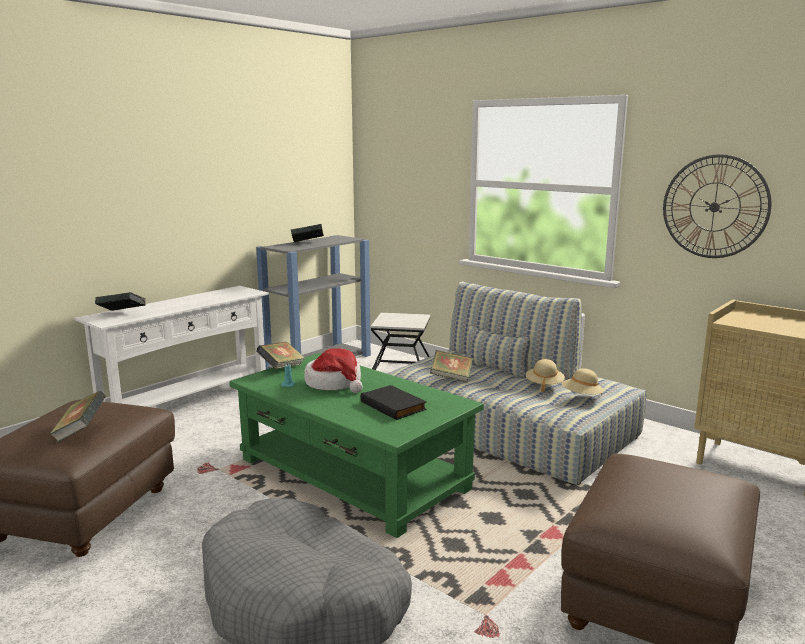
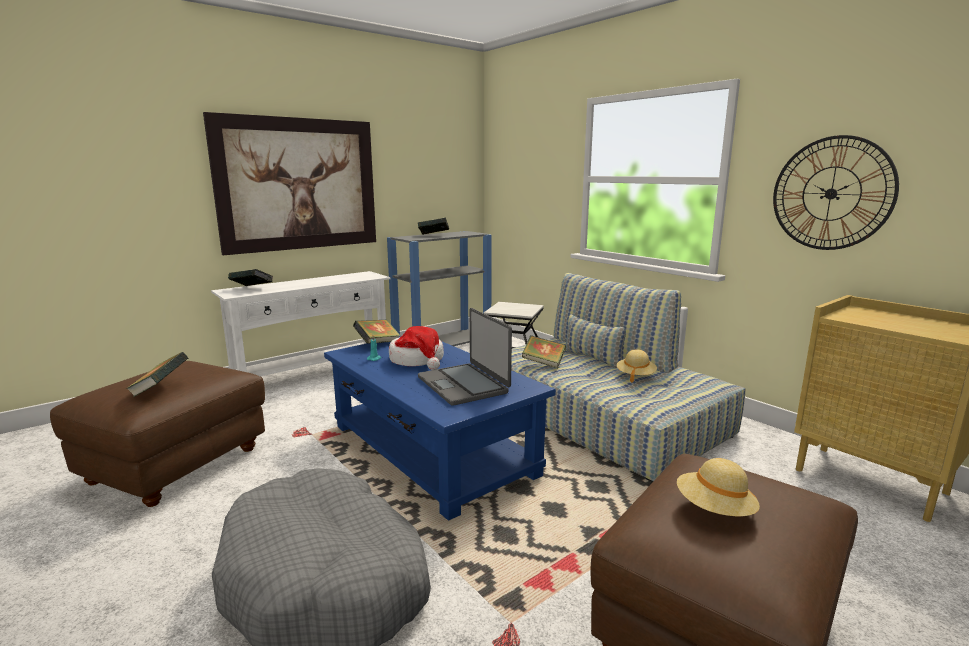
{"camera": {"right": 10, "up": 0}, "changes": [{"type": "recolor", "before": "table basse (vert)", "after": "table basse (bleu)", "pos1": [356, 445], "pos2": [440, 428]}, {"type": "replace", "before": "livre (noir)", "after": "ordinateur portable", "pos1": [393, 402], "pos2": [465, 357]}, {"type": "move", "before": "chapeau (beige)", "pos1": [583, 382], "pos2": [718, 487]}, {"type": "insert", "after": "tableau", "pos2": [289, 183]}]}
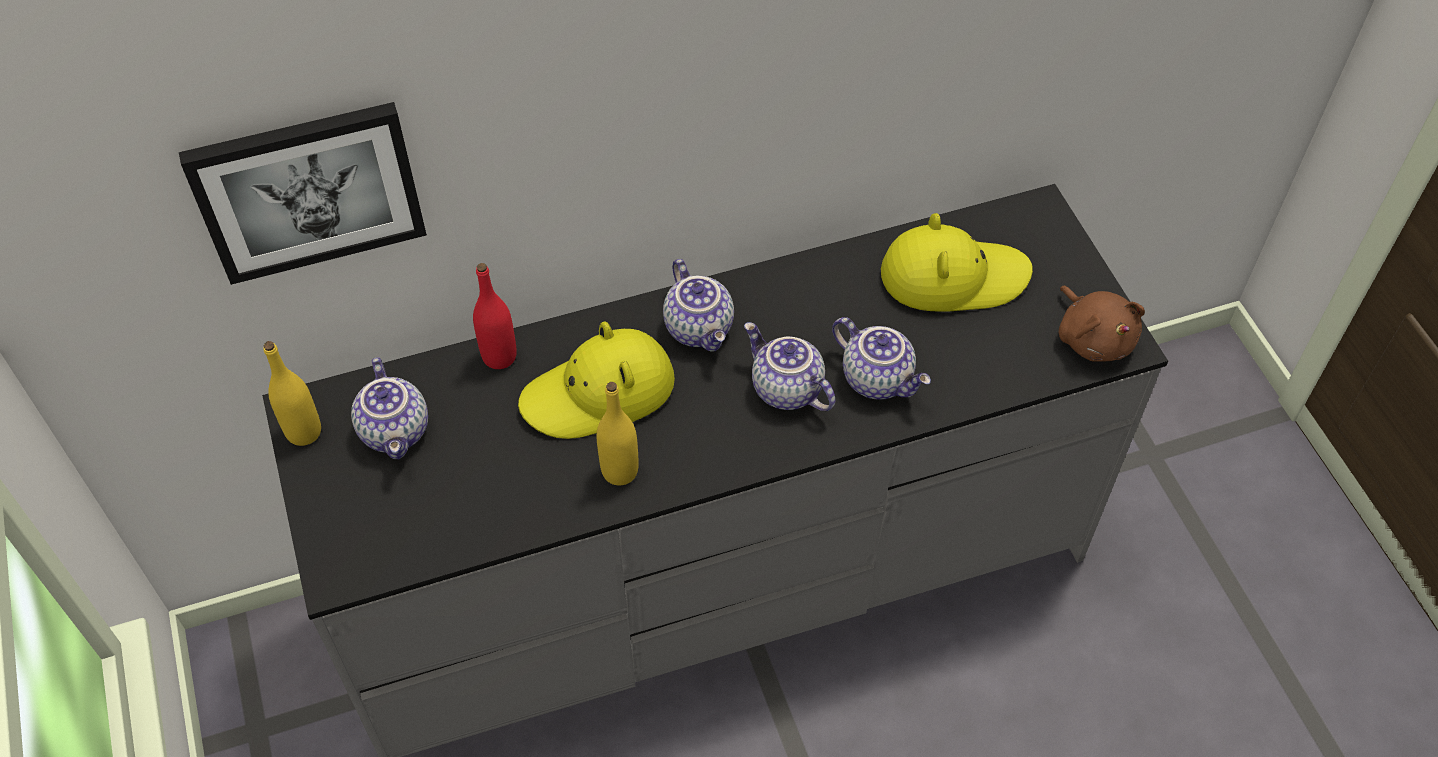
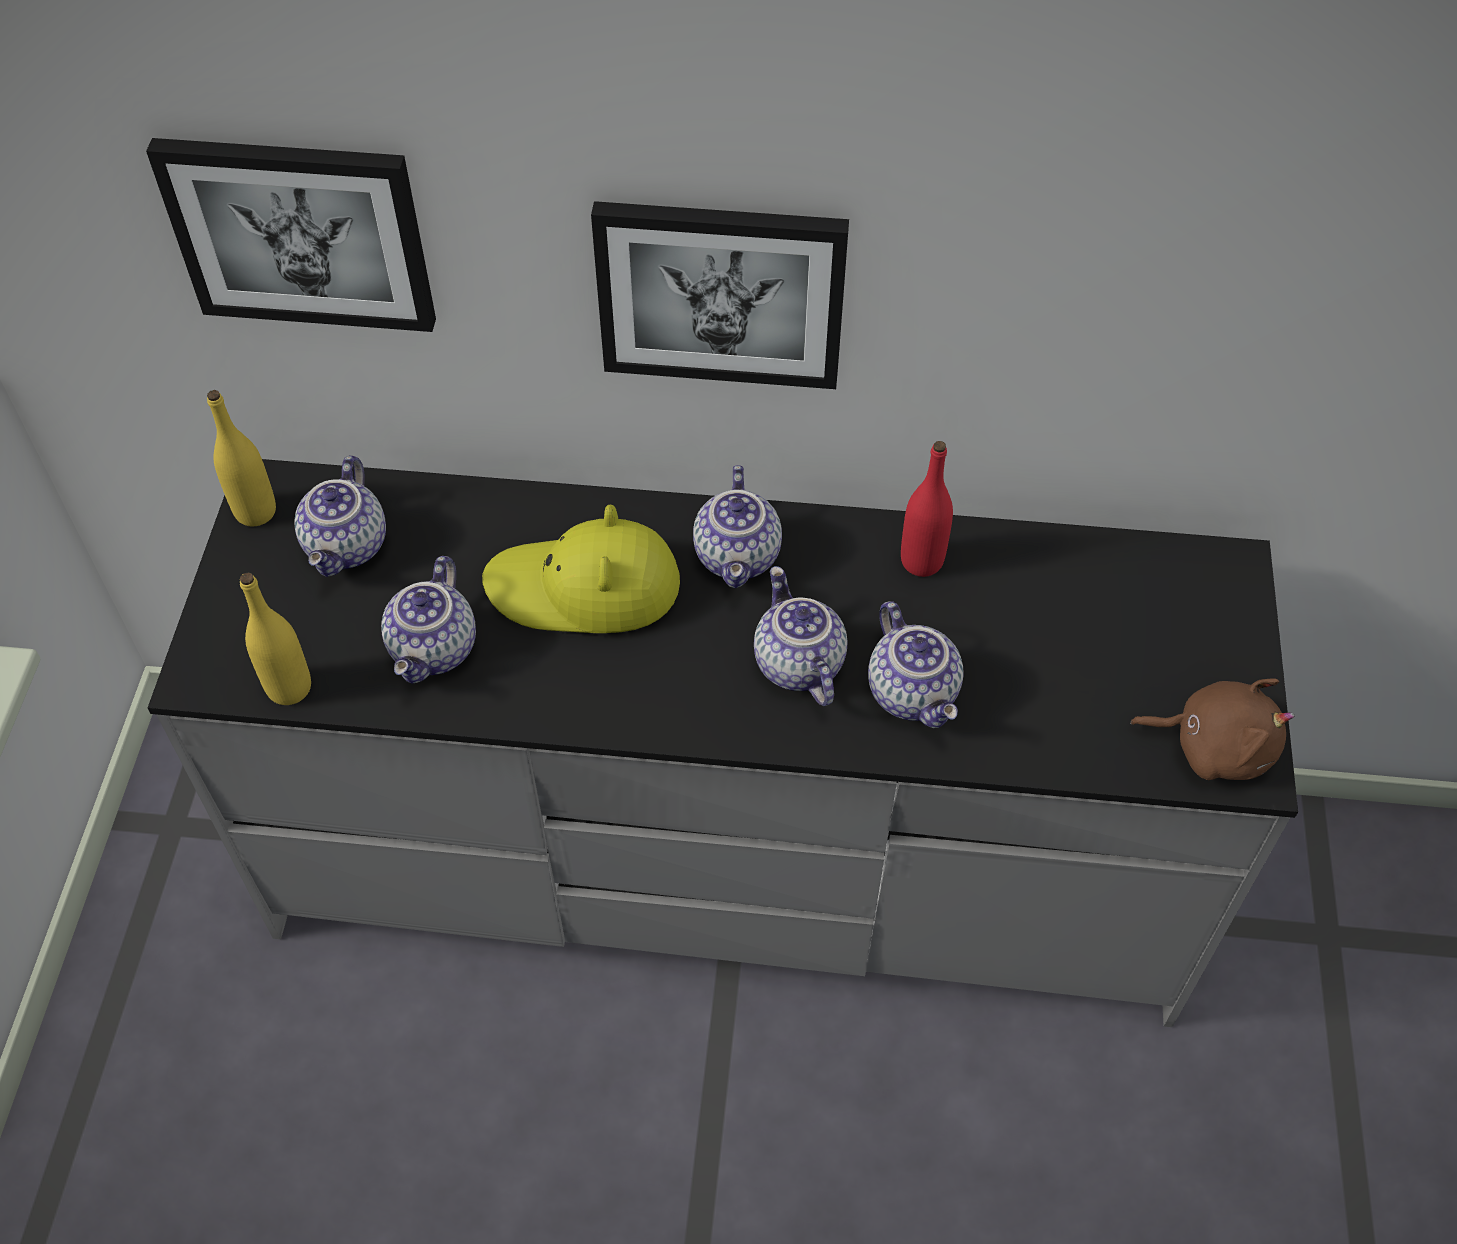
{"camera": {"right": 25, "up": 0}, "changes": [{"type": "move", "before": "bouteille (rouge)", "pos1": [495, 316], "pos2": [927, 509]}, {"type": "move", "before": "bouteille (jaune)", "pos1": [618, 434], "pos2": [275, 639]}, {"type": "delete", "before": "chapeau (jaune)", "pos1": [957, 262]}, {"type": "rotate", "before": "peluche (marron)", "pos1": [1102, 323], "pos2": [1212, 729], "turn": -75}, {"type": "insert", "after": "théière", "pos2": [428, 620]}, {"type": "insert", "after": "tableau", "pos2": [720, 295]}]}
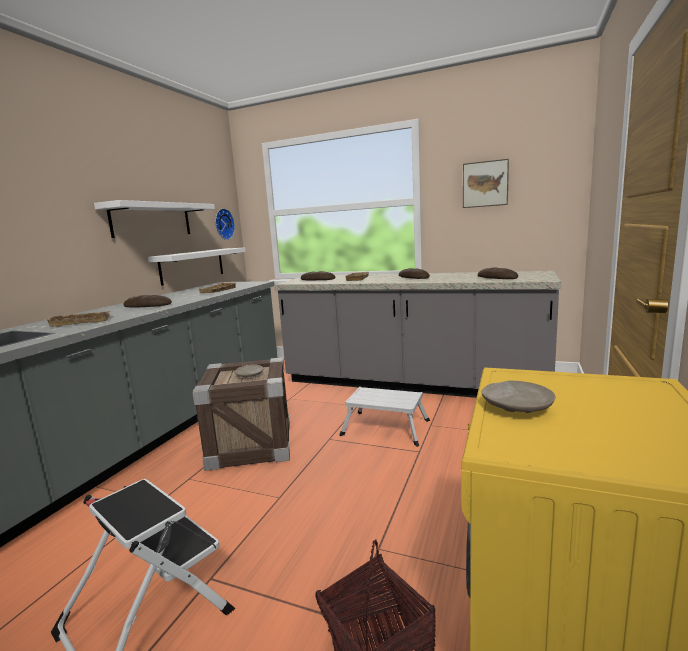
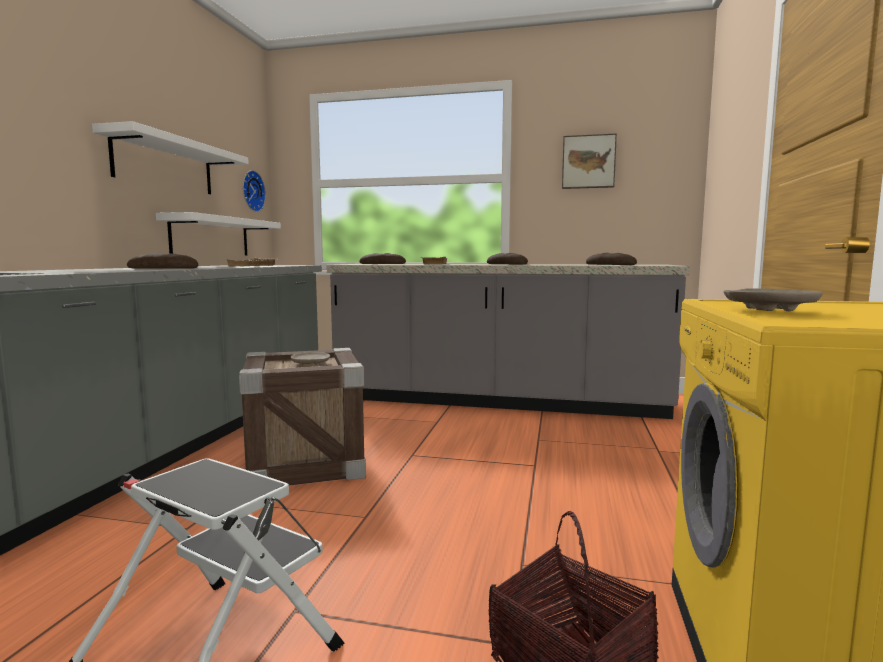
{"camera": {"right": -10, "up": -5}, "changes": [{"type": "delete", "before": "plateau (beige)", "pos1": [77, 319]}, {"type": "delete", "before": "escabeau (blanc)", "pos1": [384, 417]}]}
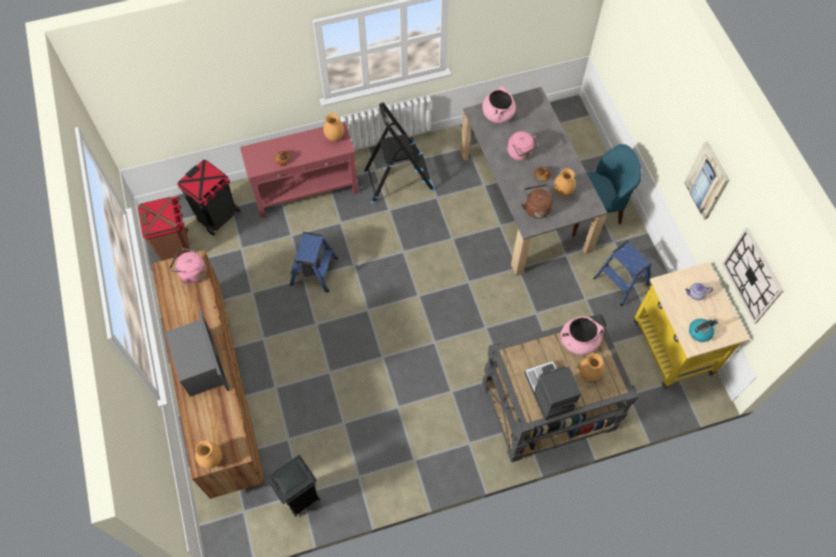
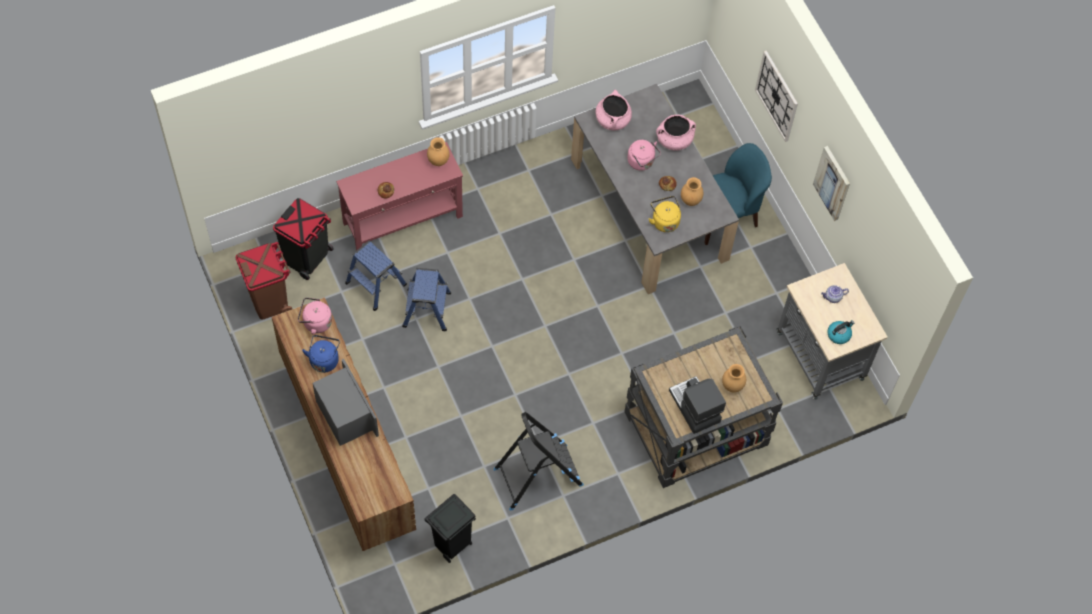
{"camera": {"right": -10, "up": 0}, "changes": [{"type": "delete", "before": "vase (marron)", "pos1": [208, 455]}, {"type": "move", "before": "escabeau (noir)", "pos1": [399, 152], "pos2": [538, 461]}, {"type": "recolor", "before": "bouilloire (marron)", "after": "bouilloire (jaune)", "pos1": [537, 201], "pos2": [665, 214]}, {"type": "move", "before": "marmite (rose)", "pos1": [582, 335], "pos2": [676, 133]}, {"type": "move", "before": "escabeau (bleu)", "pos1": [622, 273], "pos2": [376, 275]}, {"type": "recolor", "before": "chariot (jaune)", "after": "chariot (gris)", "pos1": [690, 326], "pos2": [832, 331]}, {"type": "move", "before": "horloge murale", "pos1": [753, 275], "pos2": [776, 96]}, {"type": "insert", "after": "bouilloire (bleu)", "pos2": [321, 354]}]}
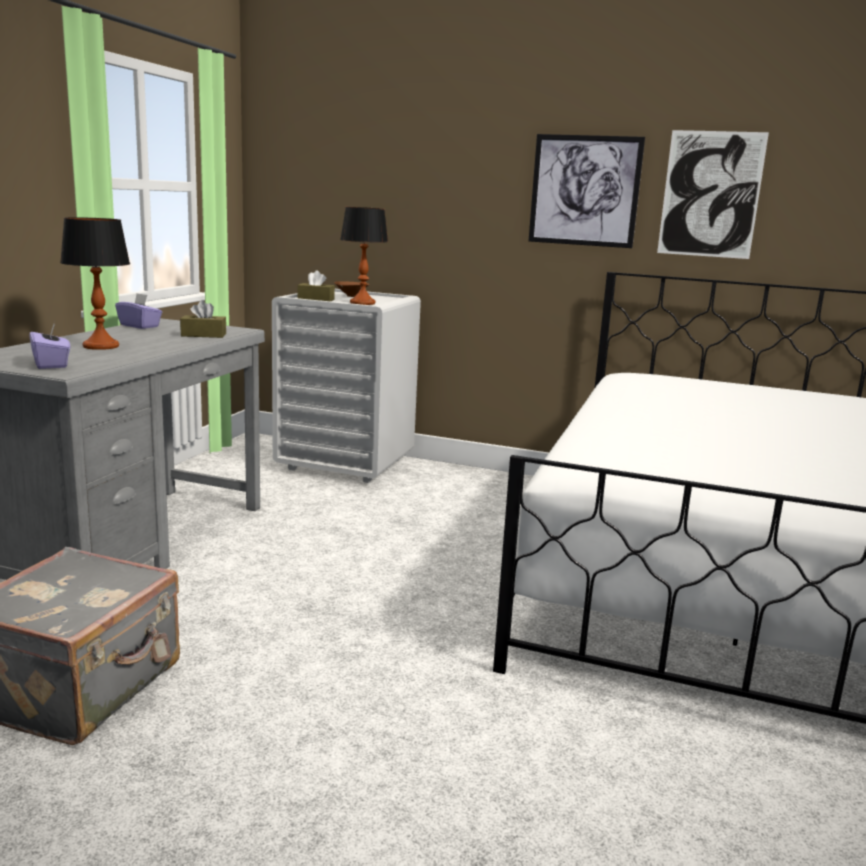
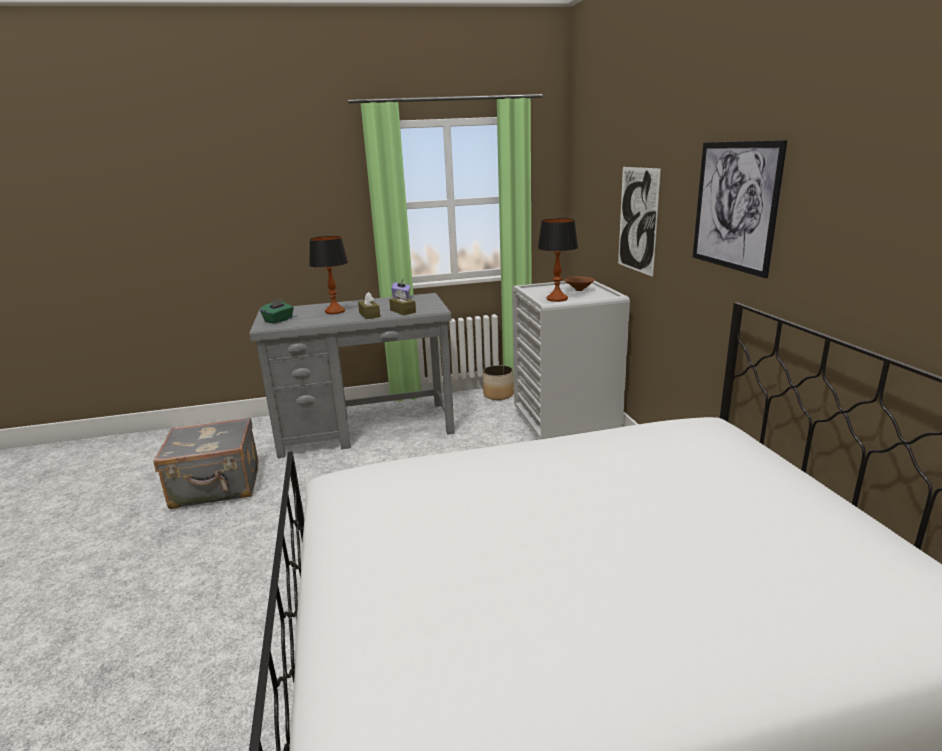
{"camera": {"right": 60, "up": 5}, "changes": [{"type": "recolor", "before": "boîte à mouchoirs (violet)", "after": "boîte à mouchoirs (vert)", "pos1": [49, 346], "pos2": [277, 311]}, {"type": "move", "before": "boîte à mouchoirs (marron)", "pos1": [316, 285], "pos2": [369, 305]}, {"type": "move", "before": "tableau", "pos1": [713, 194], "pos2": [639, 222]}, {"type": "insert", "after": "cache-pot", "pos2": [498, 382]}]}
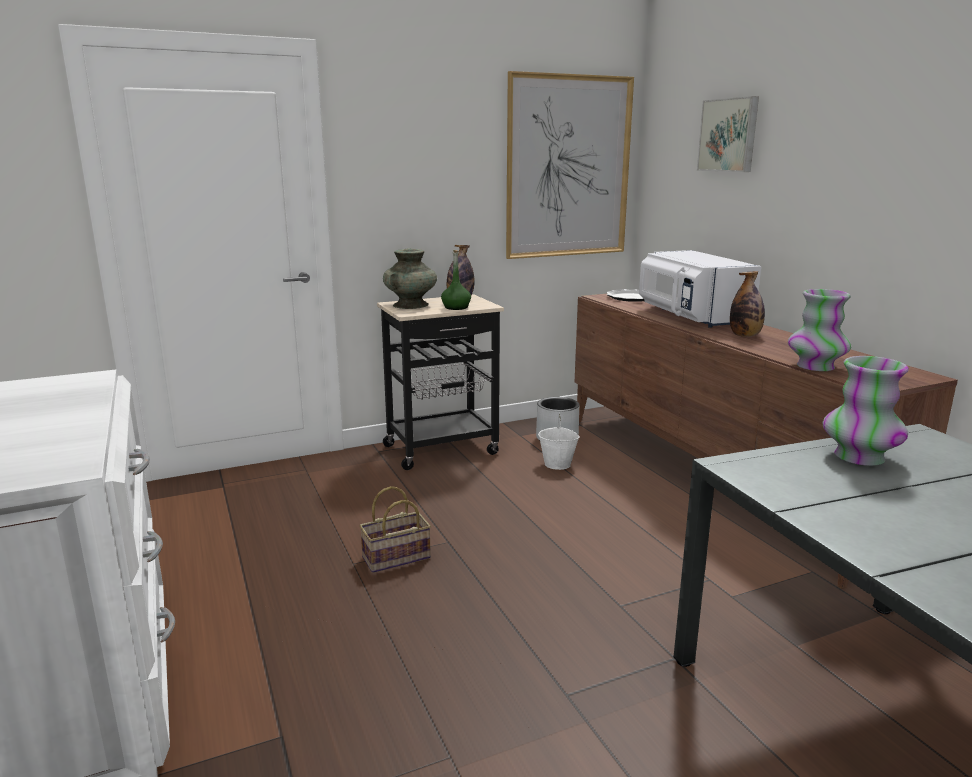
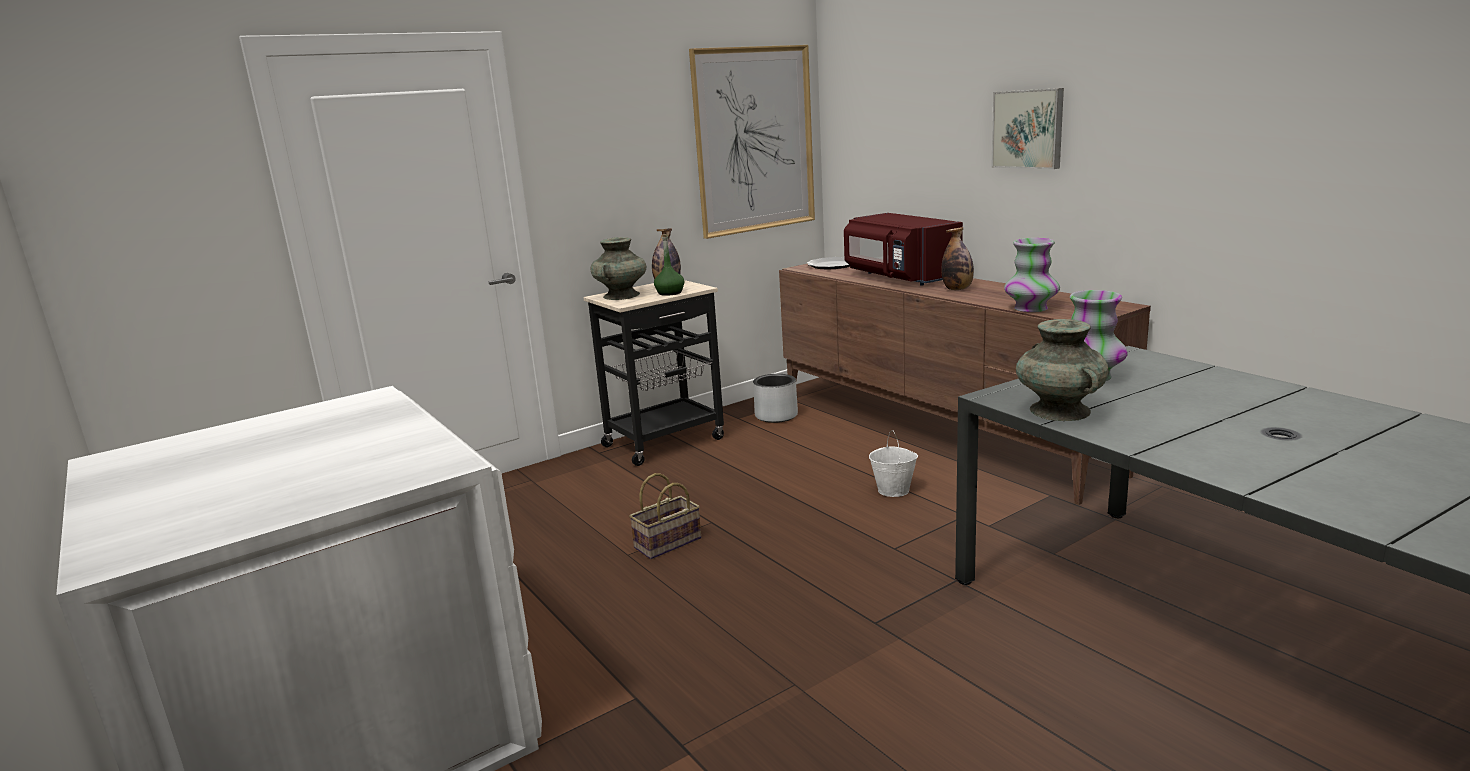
{"camera": {"right": -10, "up": 0}, "changes": [{"type": "move", "before": "seau (blanc)", "pos1": [559, 441], "pos2": [893, 463]}, {"type": "recolor", "before": "micro-ondes (blanc)", "after": "micro-ondes (rouge)", "pos1": [700, 289], "pos2": [903, 249]}, {"type": "move", "before": "tableau", "pos1": [728, 134], "pos2": [1027, 128]}, {"type": "insert", "after": "vase (turquoise)", "pos2": [1062, 370]}]}
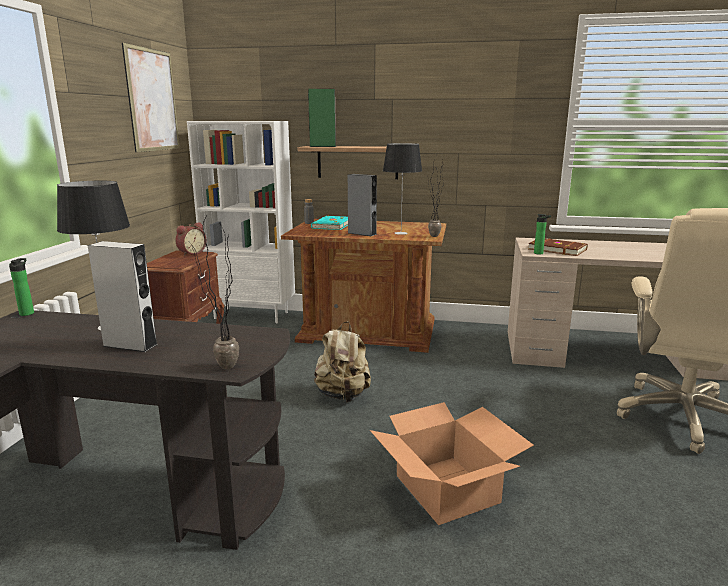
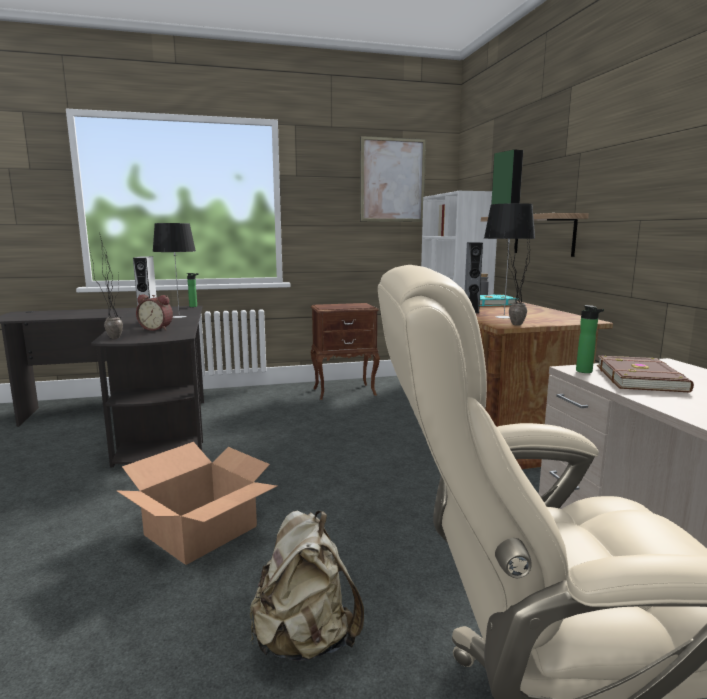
{"camera": {"right": 65, "up": -5}, "changes": [{"type": "move", "before": "réveil", "pos1": [190, 239], "pos2": [154, 312]}, {"type": "move", "before": "sac à dos (beige)", "pos1": [342, 361], "pos2": [307, 586]}]}
